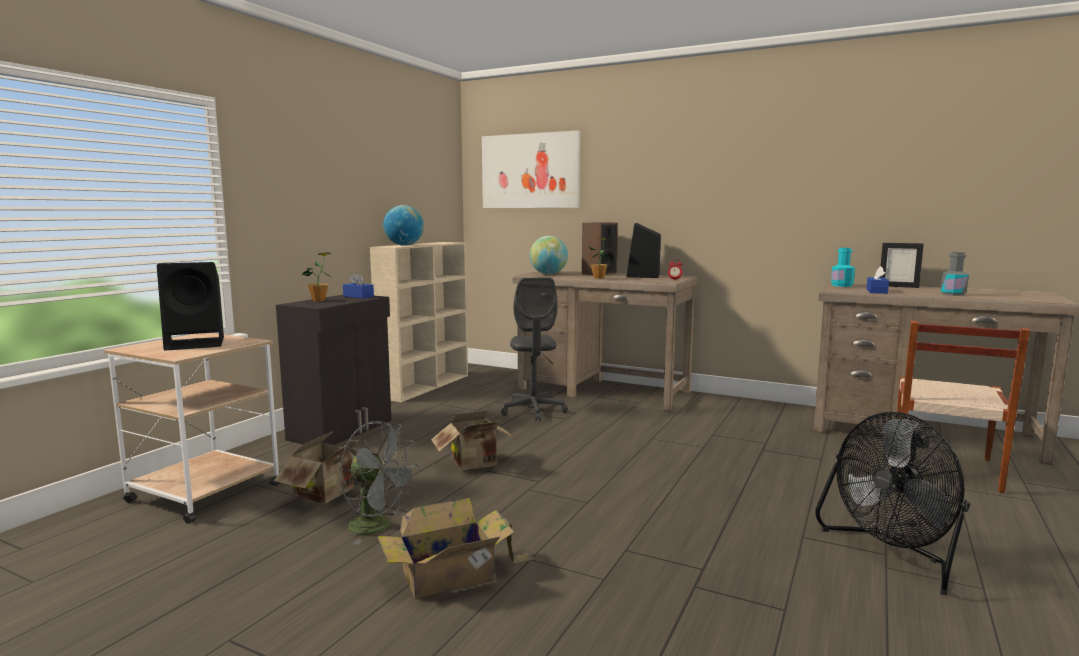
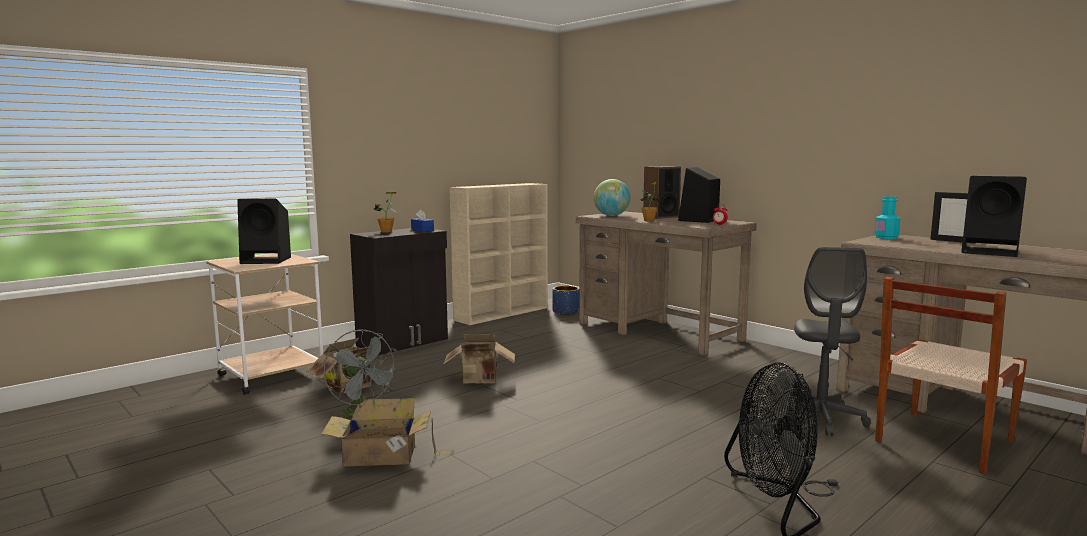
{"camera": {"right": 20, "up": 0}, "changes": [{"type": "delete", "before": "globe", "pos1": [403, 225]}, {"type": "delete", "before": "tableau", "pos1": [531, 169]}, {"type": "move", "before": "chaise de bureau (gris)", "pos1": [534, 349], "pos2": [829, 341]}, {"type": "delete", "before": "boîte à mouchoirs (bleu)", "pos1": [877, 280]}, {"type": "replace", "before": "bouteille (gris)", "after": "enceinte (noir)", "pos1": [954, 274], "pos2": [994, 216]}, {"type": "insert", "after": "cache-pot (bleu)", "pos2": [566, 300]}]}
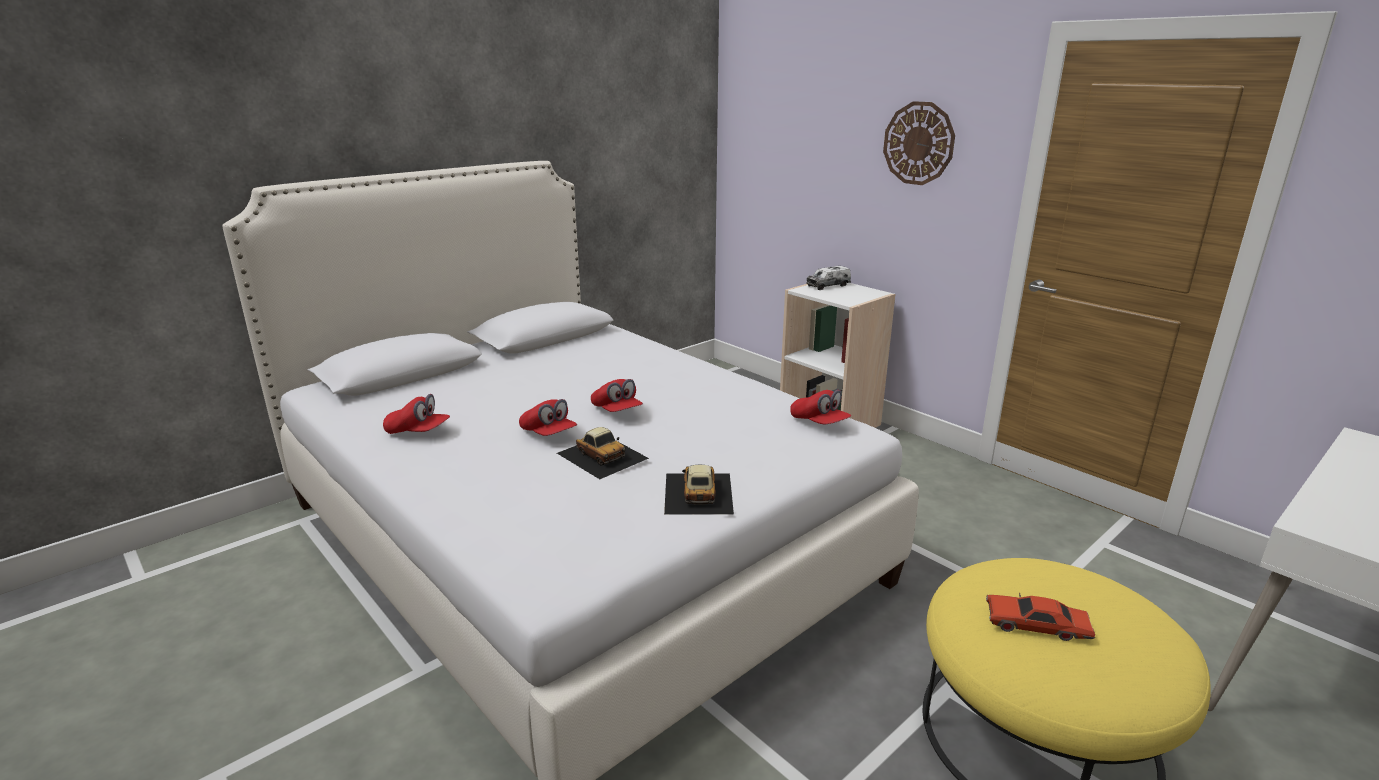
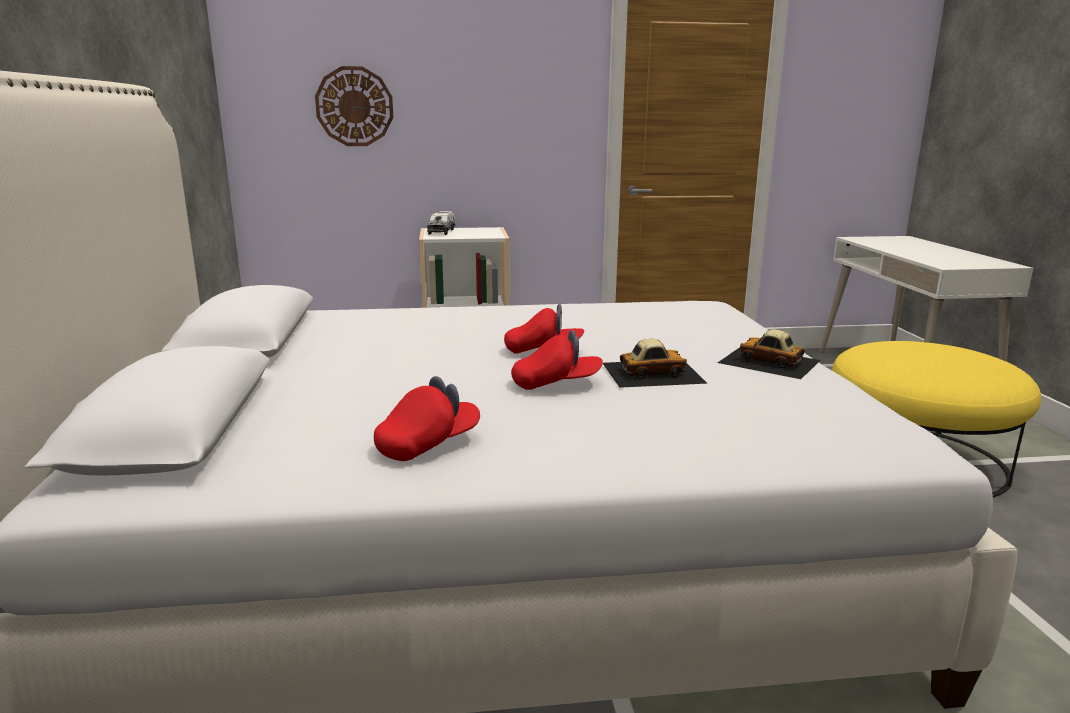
{"camera": {"right": -55, "up": -5}, "changes": [{"type": "delete", "before": "casquette (rouge)", "pos1": [820, 407]}, {"type": "move", "before": "horloge murale", "pos1": [919, 143], "pos2": [354, 106]}, {"type": "delete", "before": "petite voiture (rouge)", "pos1": [1040, 616]}]}
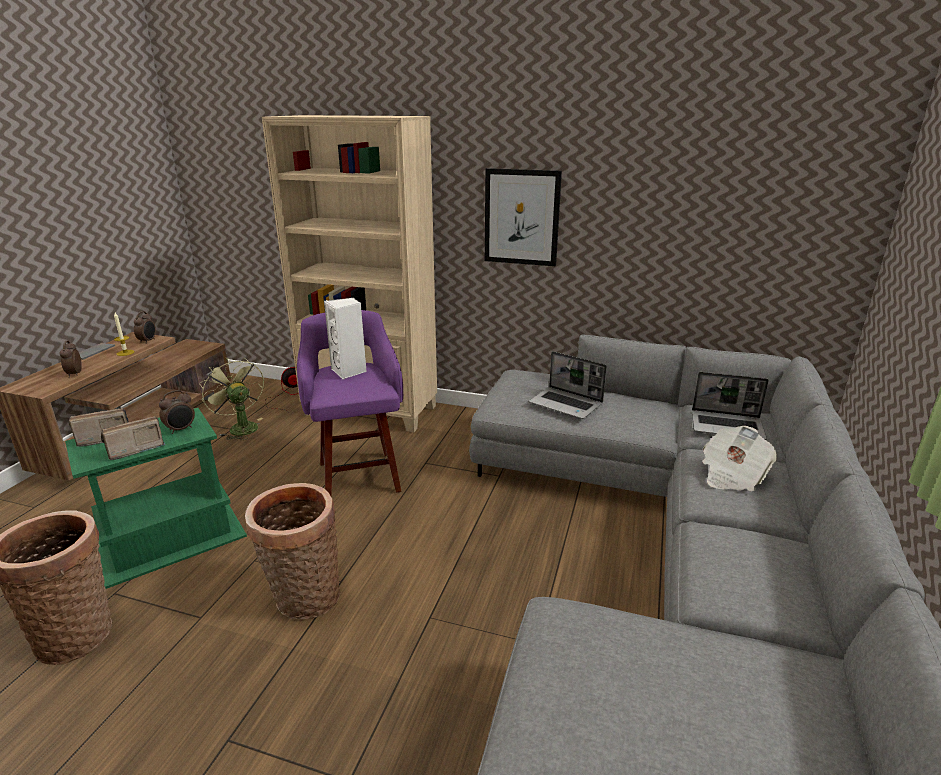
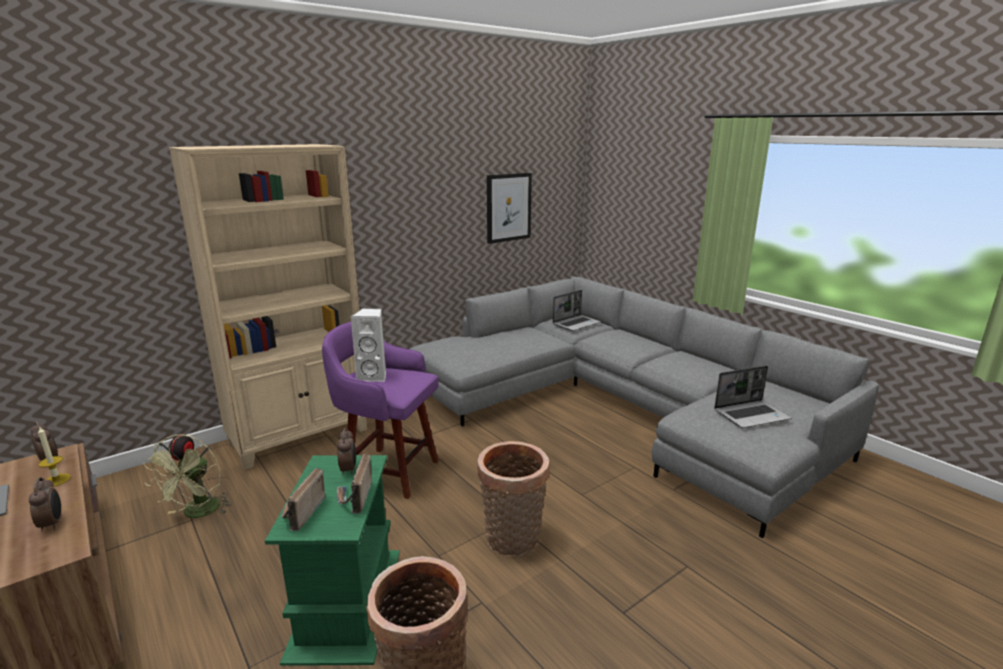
{"camera": {"right": -55, "up": -5}, "changes": [{"type": "rotate", "before": "réveil", "pos1": [71, 359], "pos2": [45, 504], "turn": -135}, {"type": "rotate", "before": "ventilateur (vert)", "pos1": [231, 399], "pos2": [187, 476], "turn": -75}, {"type": "move", "before": "tableau", "pos1": [523, 217], "pos2": [509, 208]}, {"type": "move", "before": "ordinateur portable", "pos1": [568, 385], "pos2": [752, 397]}, {"type": "delete", "before": "journal", "pos1": [740, 458]}]}
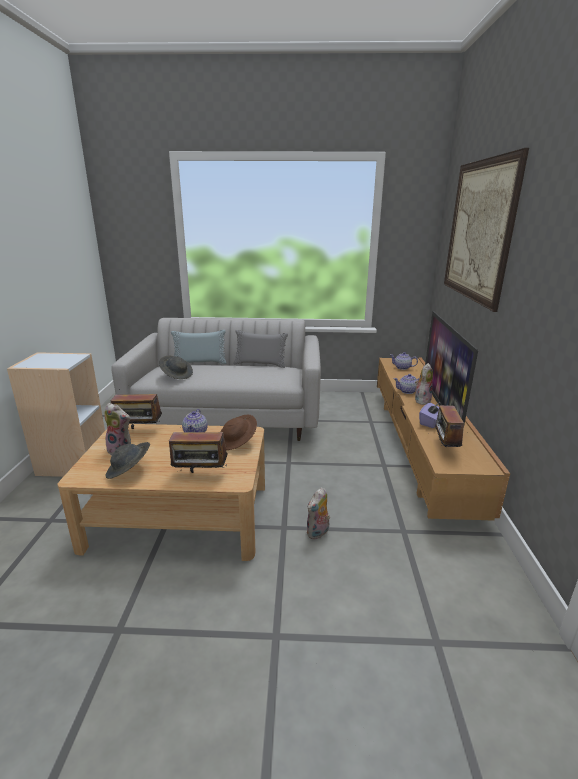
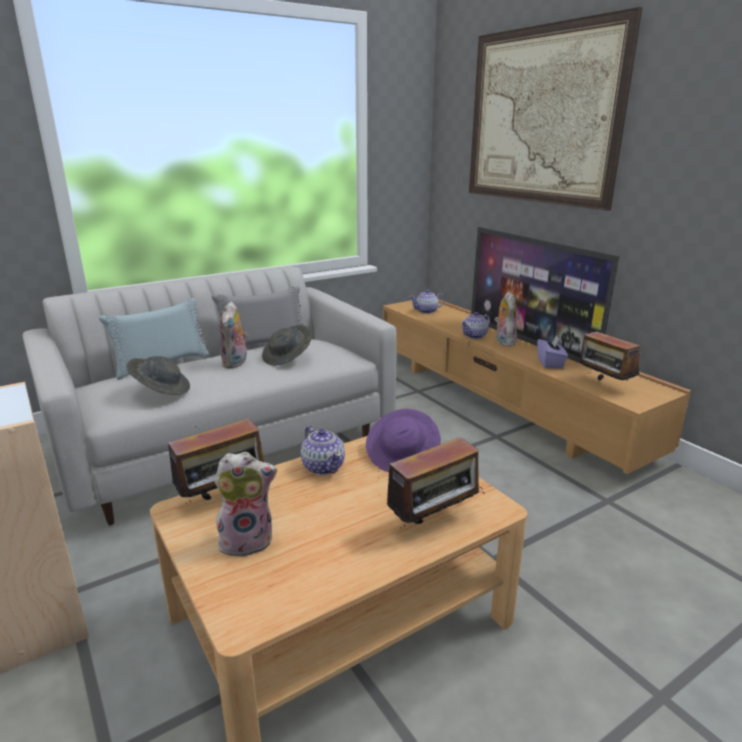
{"camera": {"right": -35, "up": 0}, "changes": [{"type": "move", "before": "chapeau (gris)", "pos1": [127, 460], "pos2": [287, 345]}, {"type": "recolor", "before": "chapeau (marron)", "after": "chapeau (violet)", "pos1": [238, 432], "pos2": [403, 440]}, {"type": "move", "before": "peluche", "pos1": [318, 513], "pos2": [234, 335]}]}
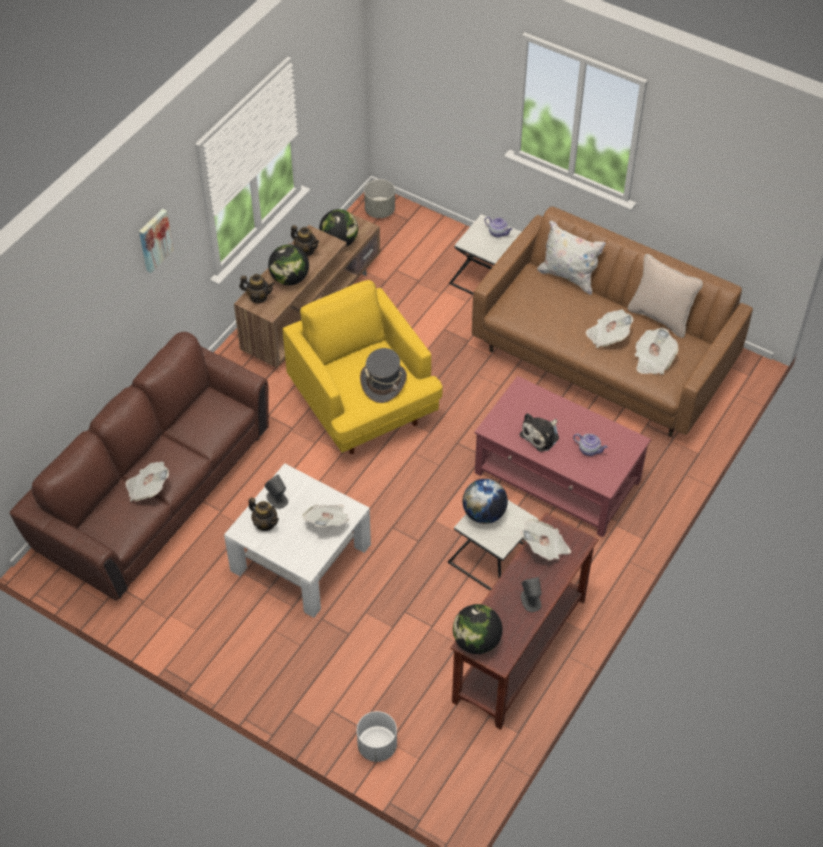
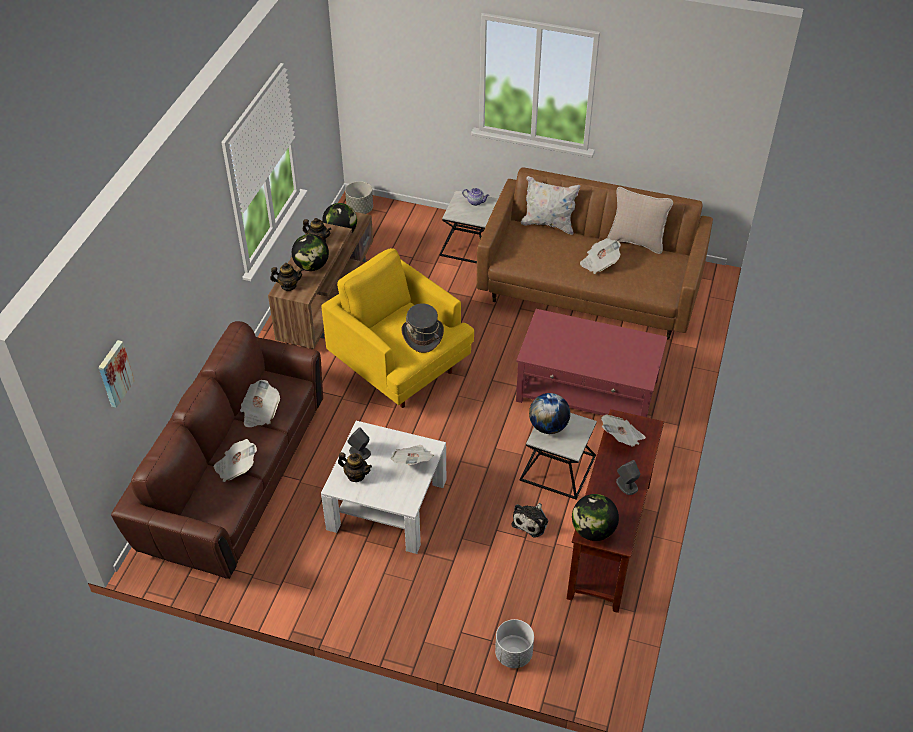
{"camera": {"right": -15, "up": -5}, "changes": [{"type": "move", "before": "tableau", "pos1": [156, 241], "pos2": [117, 374]}, {"type": "move", "before": "peluche", "pos1": [539, 432], "pos2": [529, 520]}, {"type": "delete", "before": "théière", "pos1": [590, 445]}, {"type": "move", "before": "journal", "pos1": [657, 351], "pos2": [260, 403]}]}
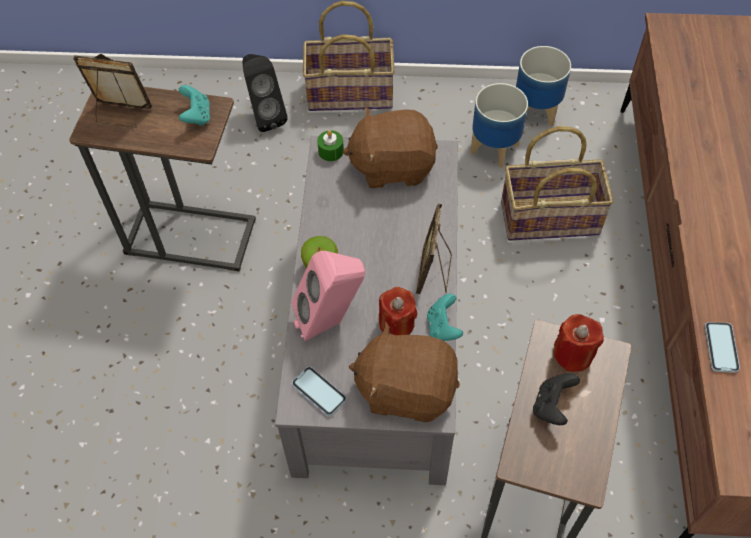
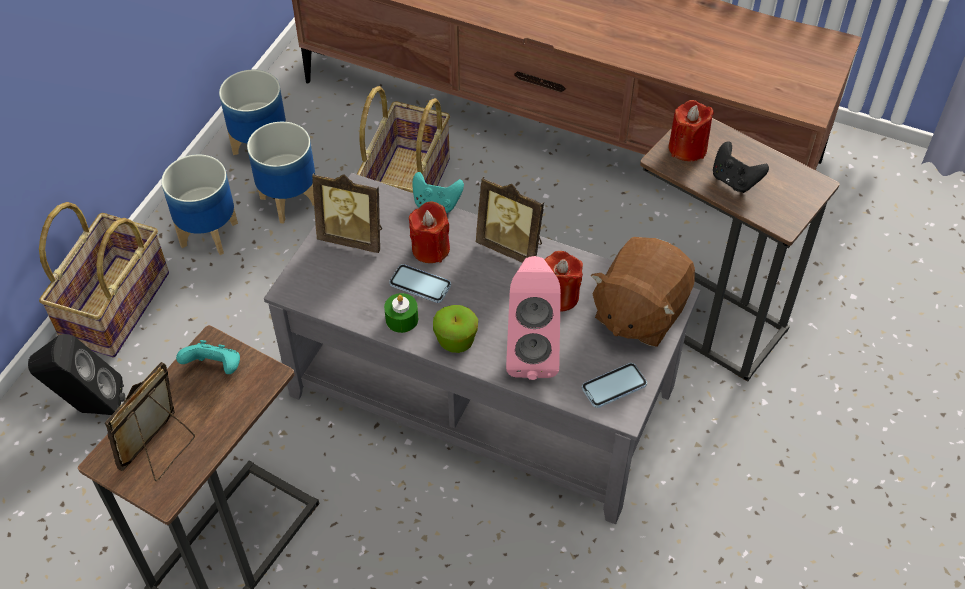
{"camera": {"right": -70, "up": -5}, "changes": [{"type": "move", "before": "bougie (vert)", "pos1": [330, 145], "pos2": [401, 313]}, {"type": "replace", "before": "peluche (marron)", "after": "cadre photo", "pos1": [390, 147], "pos2": [347, 213]}, {"type": "move", "before": "manette (turquoise)", "pos1": [445, 317], "pos2": [438, 192]}, {"type": "move", "before": "téléphone", "pos1": [722, 347], "pos2": [420, 283]}, {"type": "insert", "after": "cache-pot", "pos2": [199, 205]}, {"type": "insert", "after": "bougie (rouge)", "pos2": [429, 232]}]}
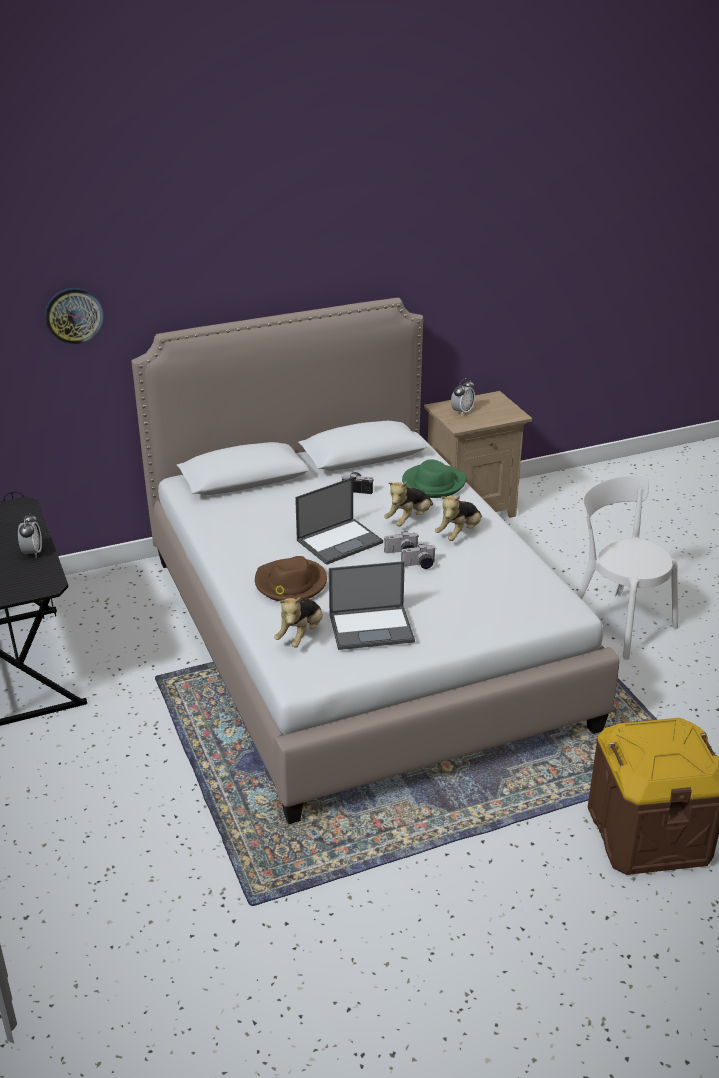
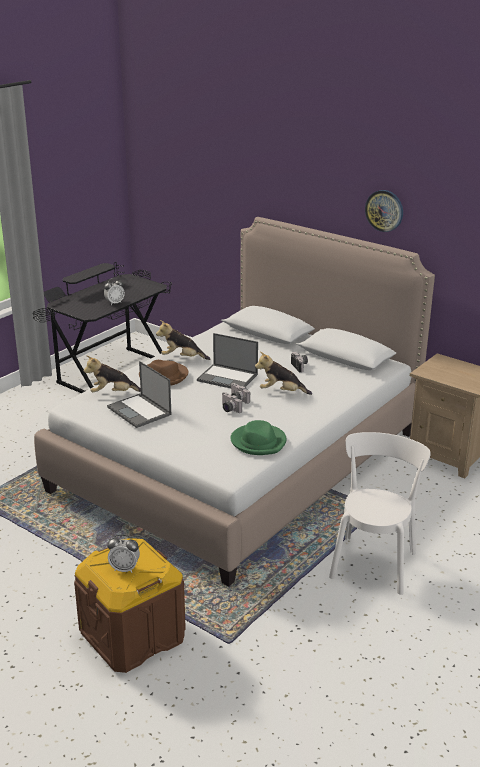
{"camera": {"right": 60, "up": -5}, "changes": [{"type": "move", "before": "horloge murale", "pos1": [74, 316], "pos2": [384, 211]}, {"type": "move", "before": "chapeau (vert)", "pos1": [434, 478], "pos2": [258, 437]}, {"type": "move", "before": "peluche", "pos1": [458, 518], "pos2": [183, 340]}, {"type": "move", "before": "réveil", "pos1": [463, 397], "pos2": [123, 554]}]}
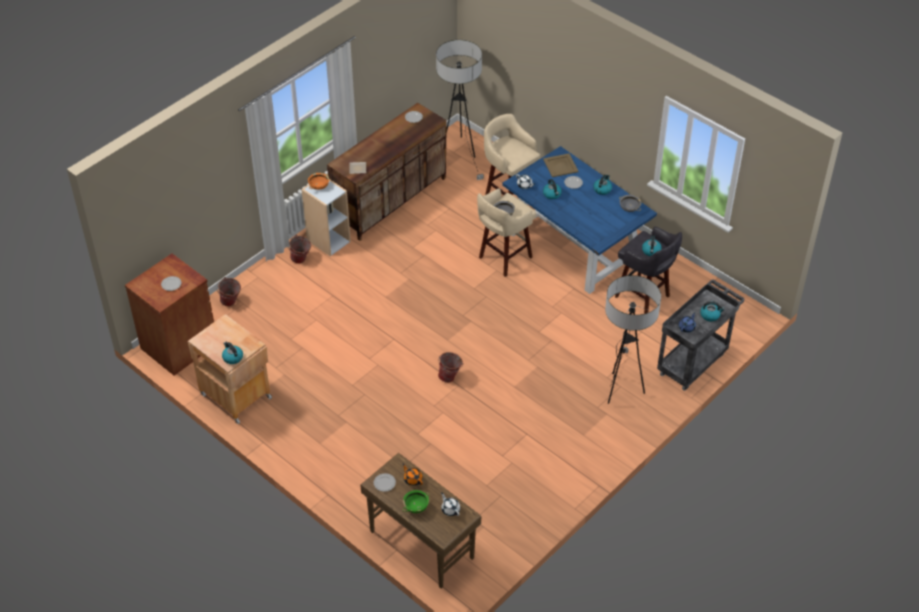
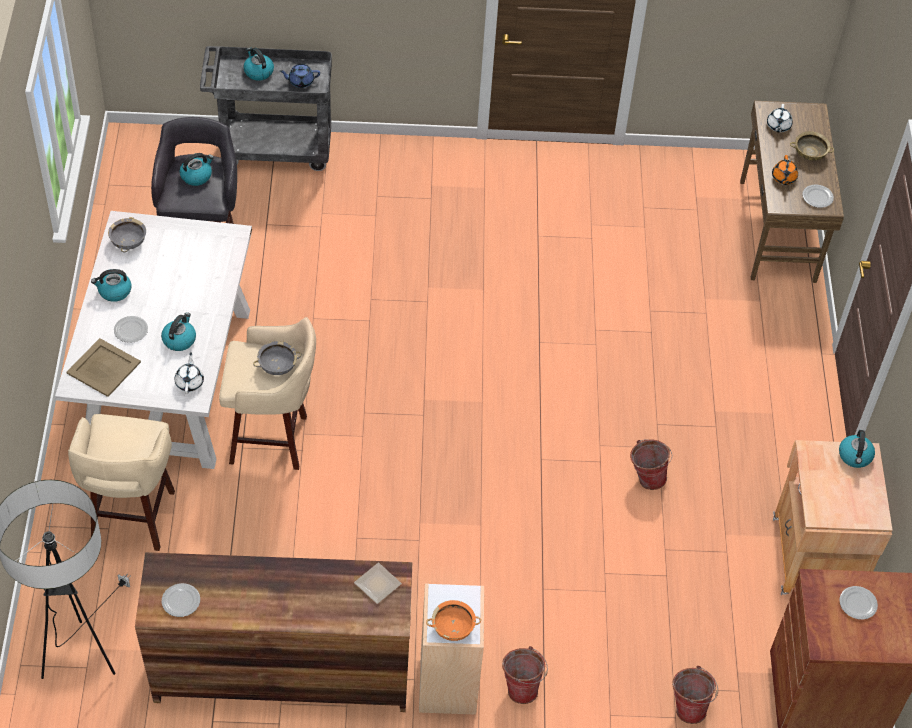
{"camera": {"right": -135, "up": 5}, "changes": [{"type": "recolor", "before": "bol (vert)", "after": "bol (beige)", "pos1": [416, 501], "pos2": [812, 146]}, {"type": "move", "before": "seau", "pos1": [450, 367], "pos2": [651, 464]}, {"type": "recolor", "before": "table à manger (bleu)", "after": "table à manger (blanc)", "pos1": [579, 220], "pos2": [153, 340]}, {"type": "delete", "before": "lampadaire", "pos1": [633, 339]}]}
